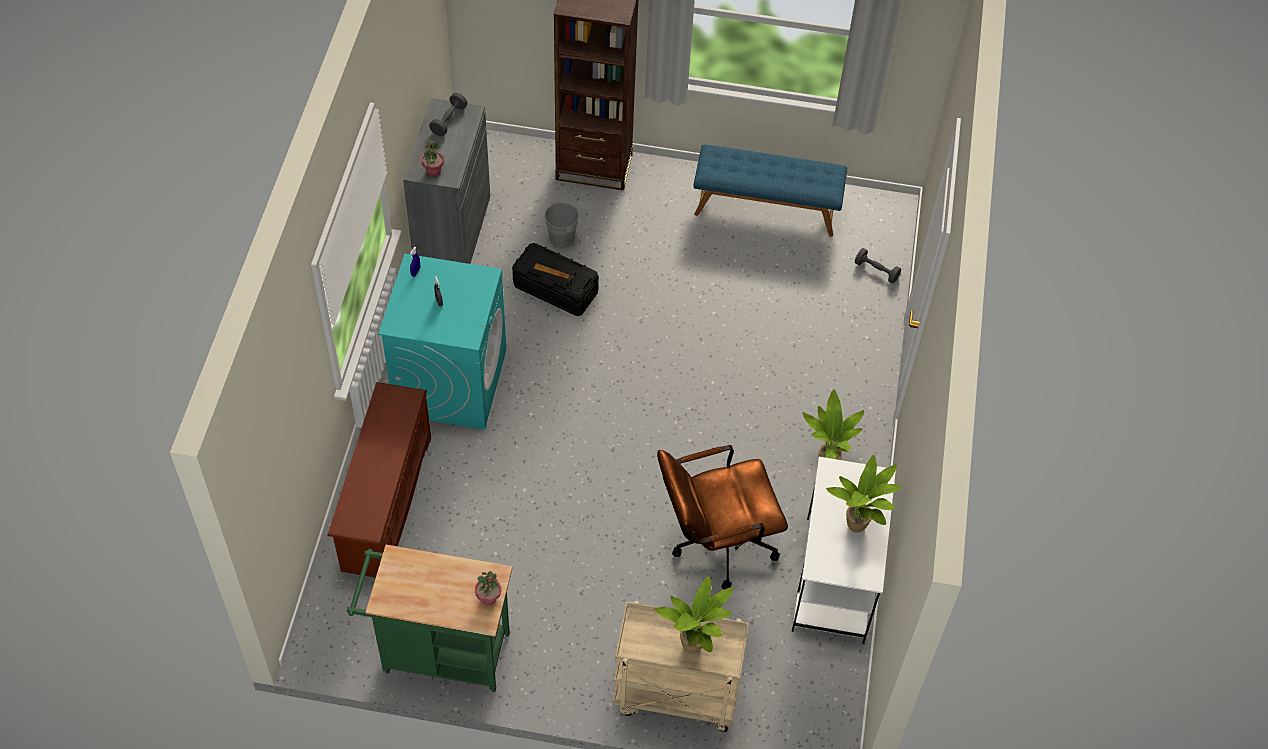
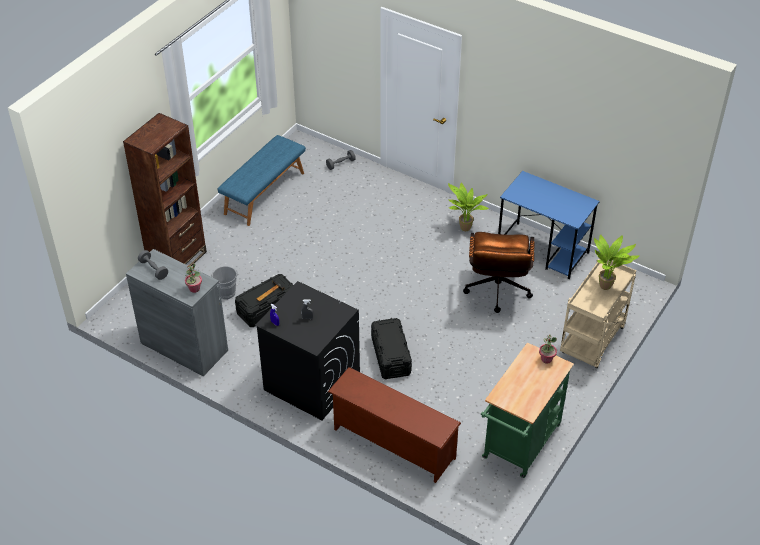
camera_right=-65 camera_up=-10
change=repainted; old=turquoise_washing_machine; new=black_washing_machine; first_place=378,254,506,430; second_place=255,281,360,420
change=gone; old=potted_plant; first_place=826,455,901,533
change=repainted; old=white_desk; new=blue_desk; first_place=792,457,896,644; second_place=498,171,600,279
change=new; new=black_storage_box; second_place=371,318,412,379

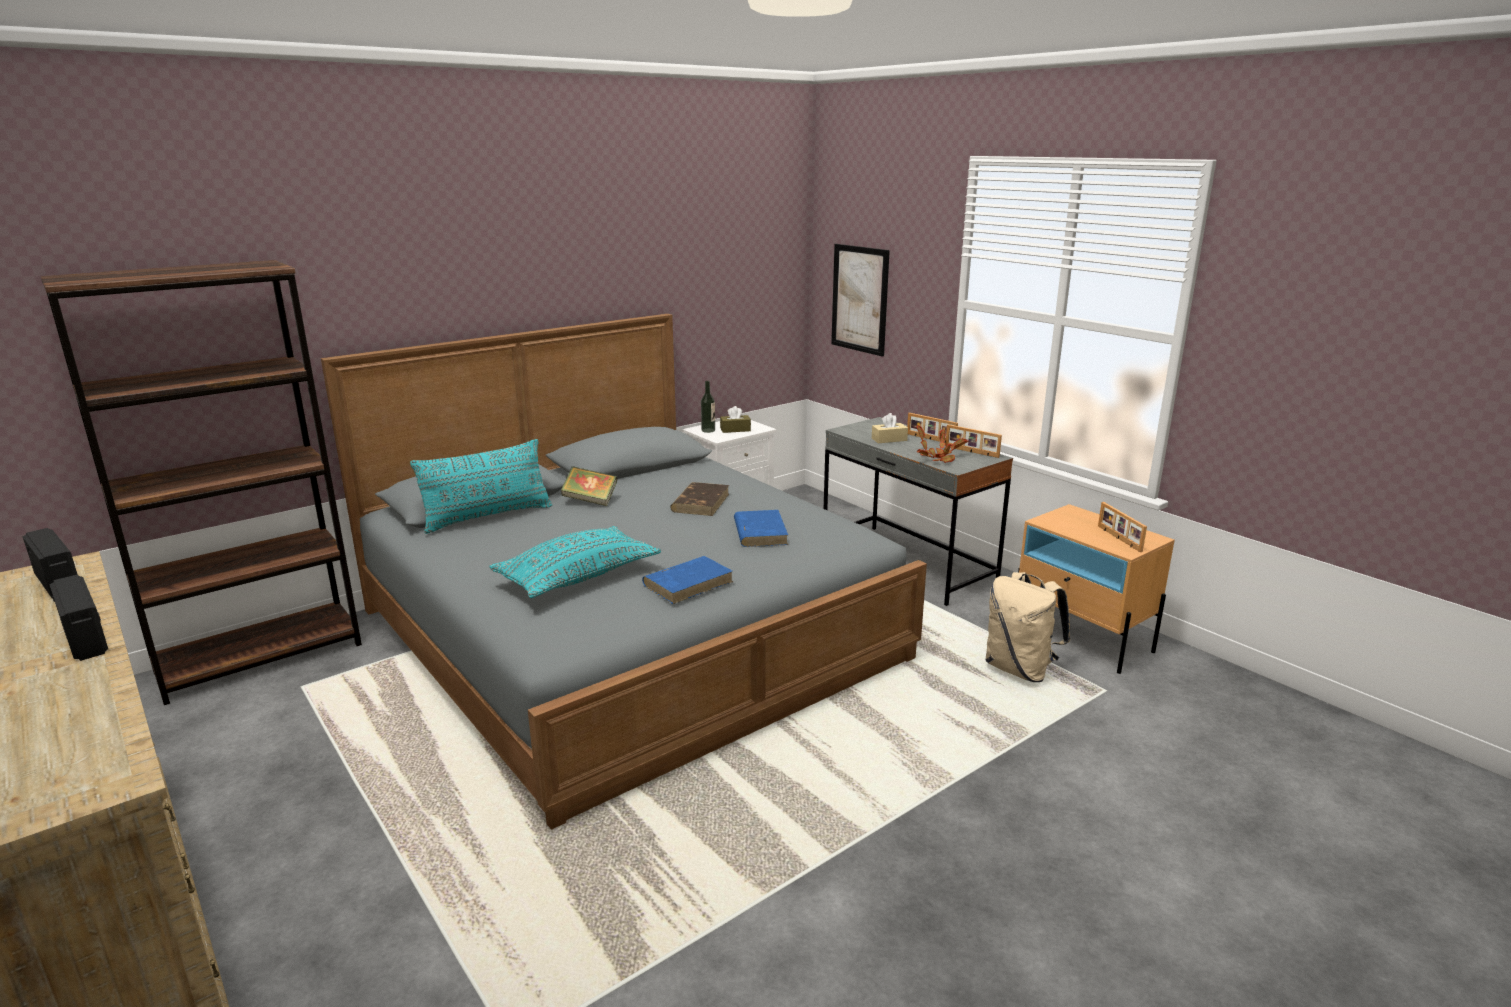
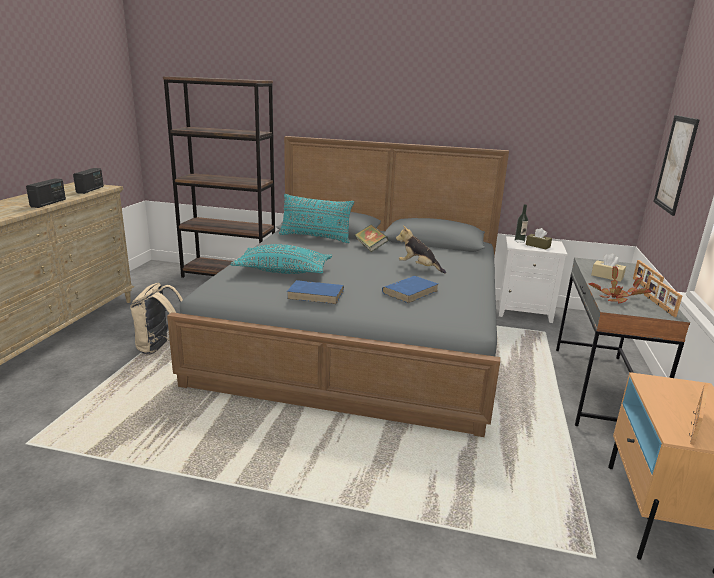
camera_right=50 camera_up=0
change=swapped; old=brown_book; new=plush_toy; first_place=670,482,729,516; second_place=396,225,446,274
change=shifted; old=beige_backpack; first_place=985,572,1071,682; second_place=130,283,183,355

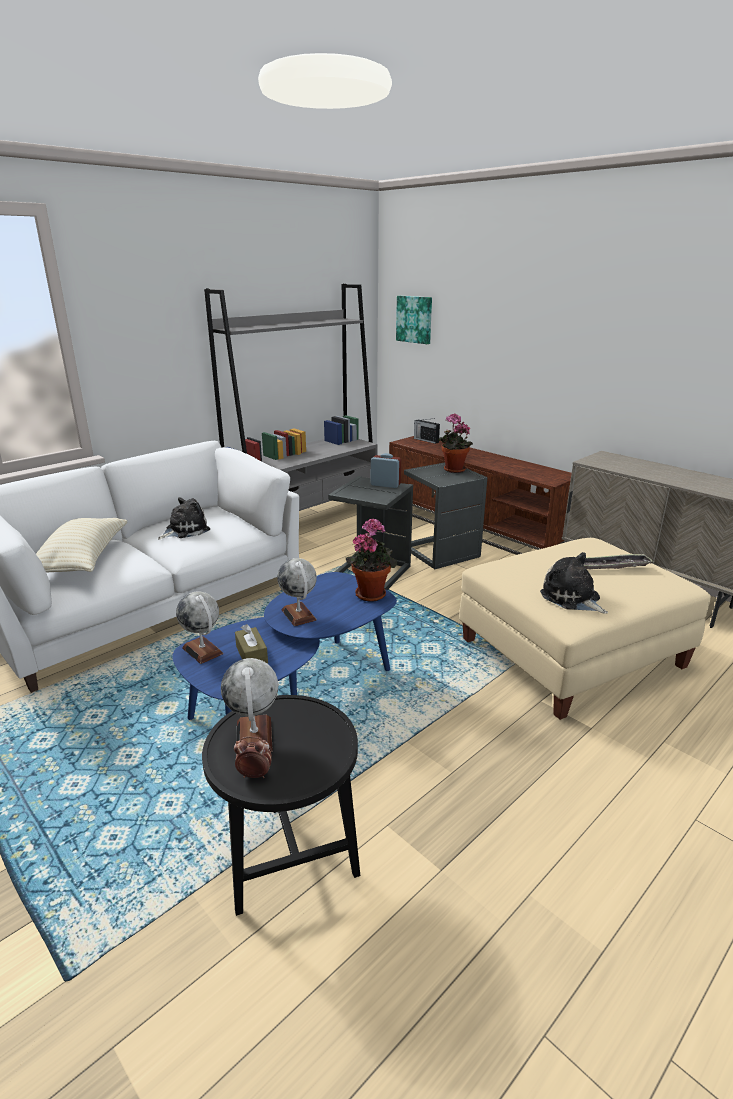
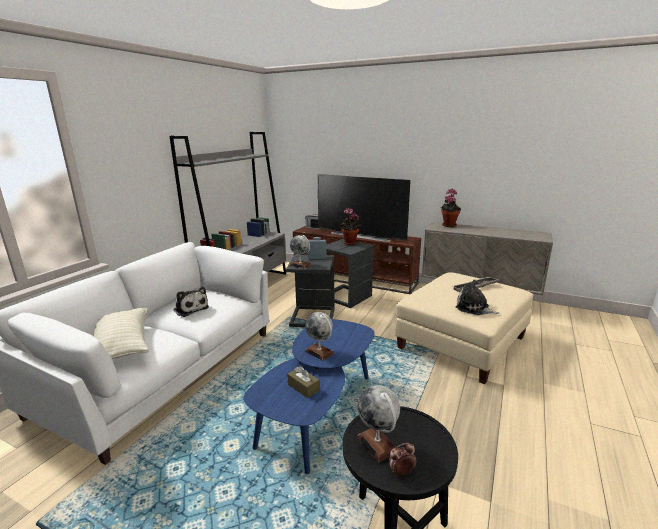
camera_right=-20 camera_up=-5
change=gone; old=picture; first_place=396,296,432,344
change=rotated; old=plush_toy; first_place=158,497,210,540; second_place=174,287,209,317; degrees=105
change=shifted; old=potted_plant; first_place=345,518,397,601; second_place=441,188,461,227
change=shifted; old=globe; first_place=176,591,223,664; second_place=290,235,311,269
change=new; new=television; second_place=317,174,411,242

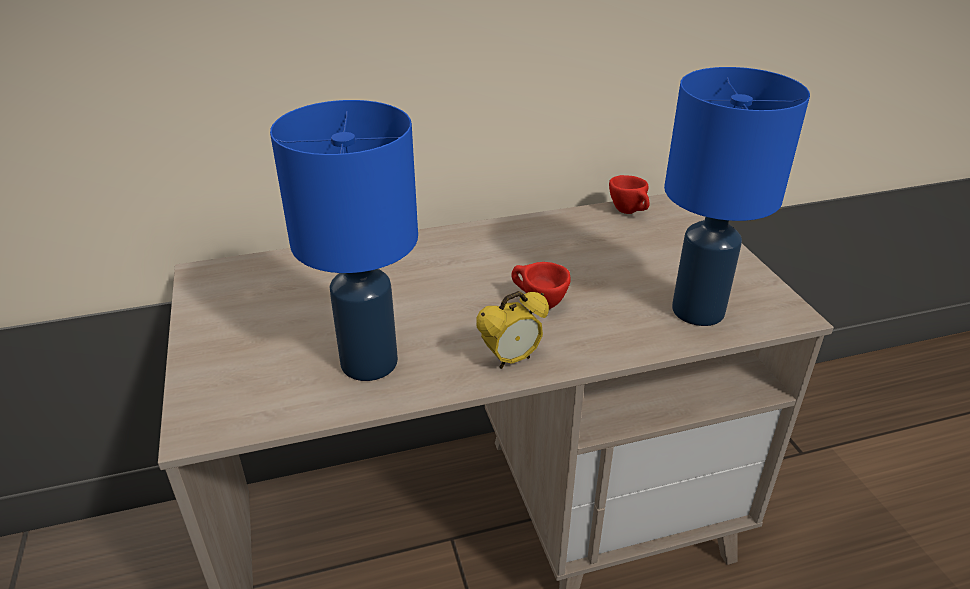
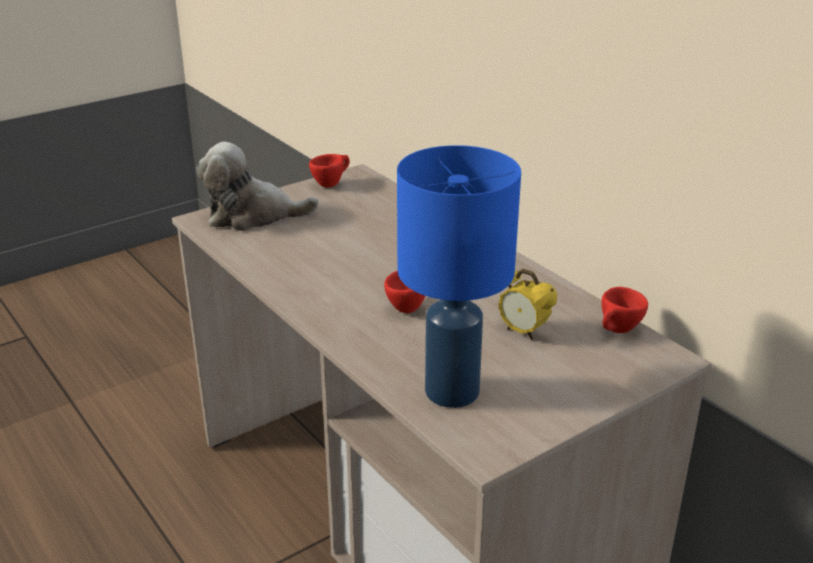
camera_right=70 camera_up=-5
change=gone; old=blue_table_lamp; first_place=270,100,418,381
change=shifted; old=alarm_clock; first_place=476,291,549,369; second_place=498,269,557,340
change=new; new=plush_toy; second_place=196,142,319,231
change=new; new=red_cup; second_place=309,154,350,188

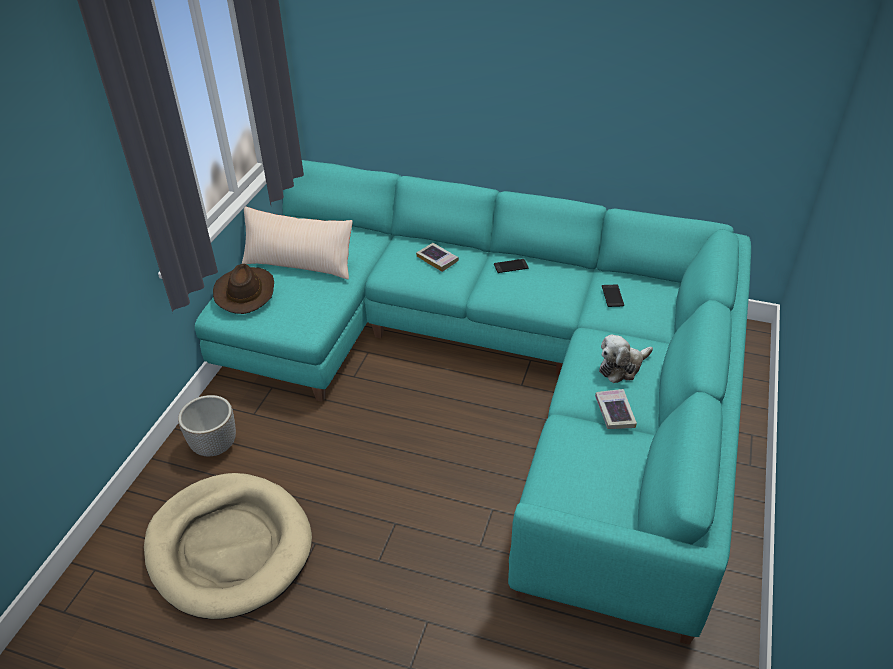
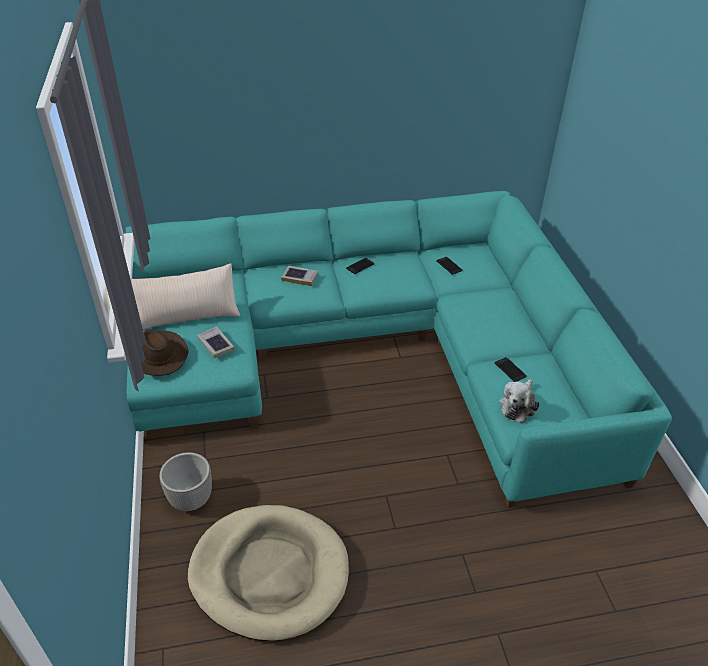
camera_right=-30 camera_up=0
change=shifted; old=plush_toy; first_place=599,334,653,383; second_place=499,379,540,423
change=shifted; old=book; first_place=595,389,637,429; second_place=197,326,234,358
change=new; new=phone; second_place=495,357,527,382

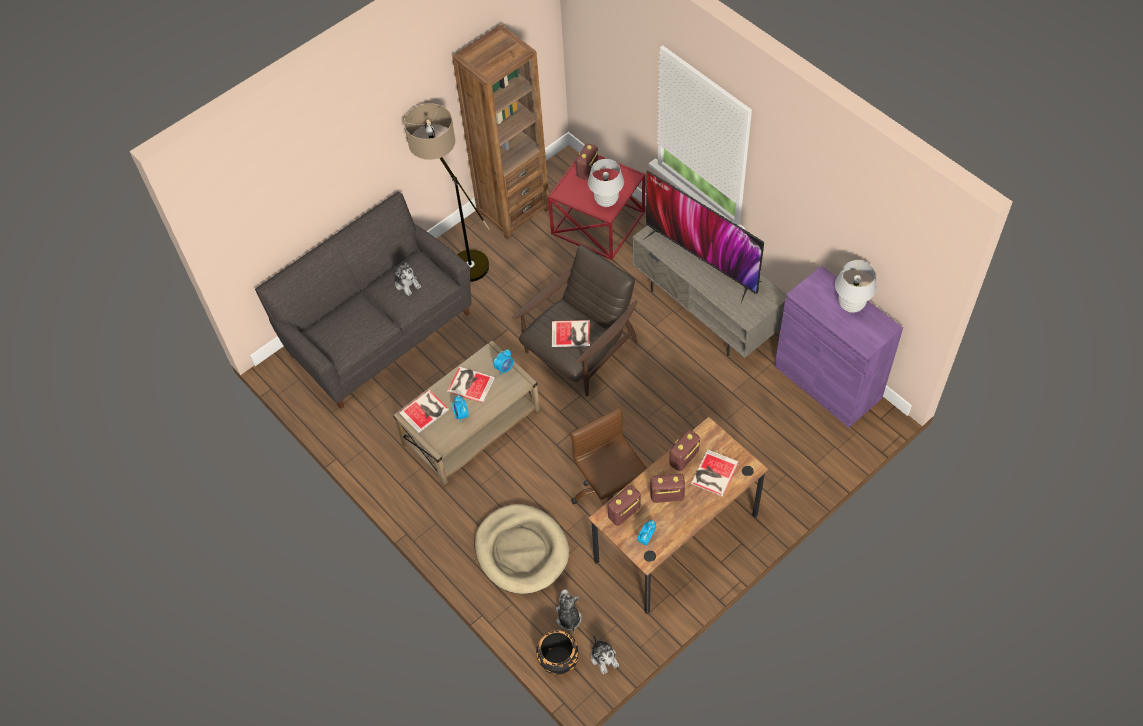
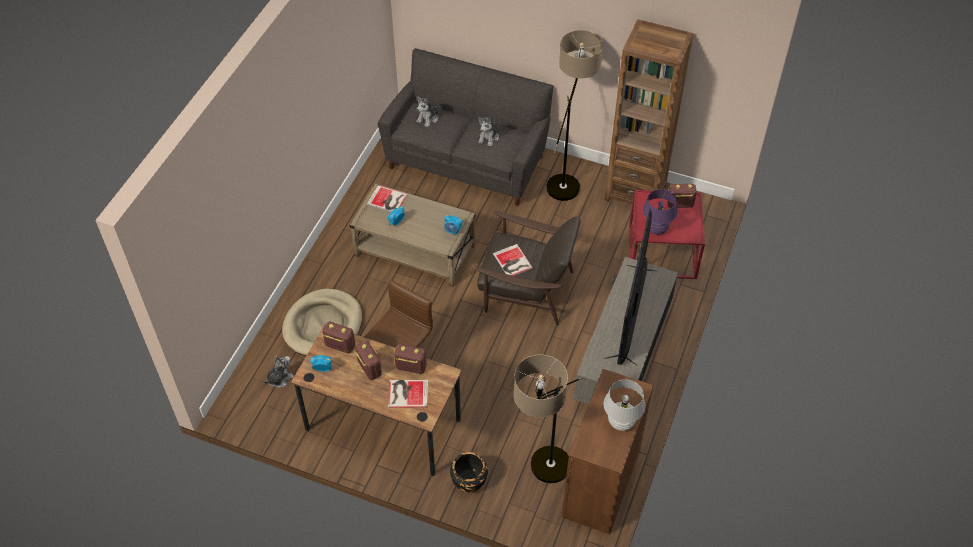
camera_right=60 camera_up=-5
change=repainted; old=white_table_lamp; new=purple_table_lamp; first_place=588,159,624,207; second_place=643,189,677,235
change=repainted; old=purple_cabinet; new=brown_cabinet; first_place=775,266,903,428; second_place=562,369,654,534
change=gone; old=book; first_place=447,367,495,403
change=shifted; old=black_planter; first_place=536,630,579,675; second_place=450,452,488,492
change=shifted; old=plush_toy; first_place=591,634,619,674; second_place=416,97,438,127
change=new; new=floor_lamp; second_place=514,354,584,483

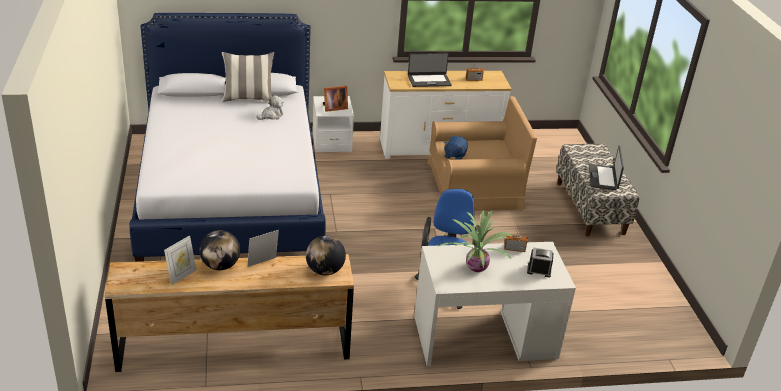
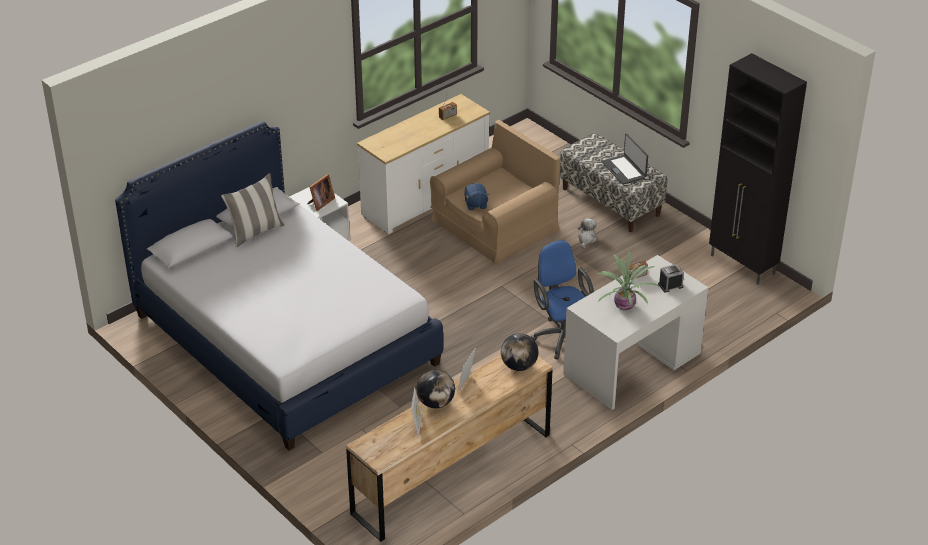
camera_right=-30 camera_up=5
change=gone; old=laptop; first_place=408,53,452,87
change=shifted; old=plush_toy; first_place=256,95,284,120; second_place=578,218,597,249
change=new; new=black_cabinet; second_place=709,53,807,285

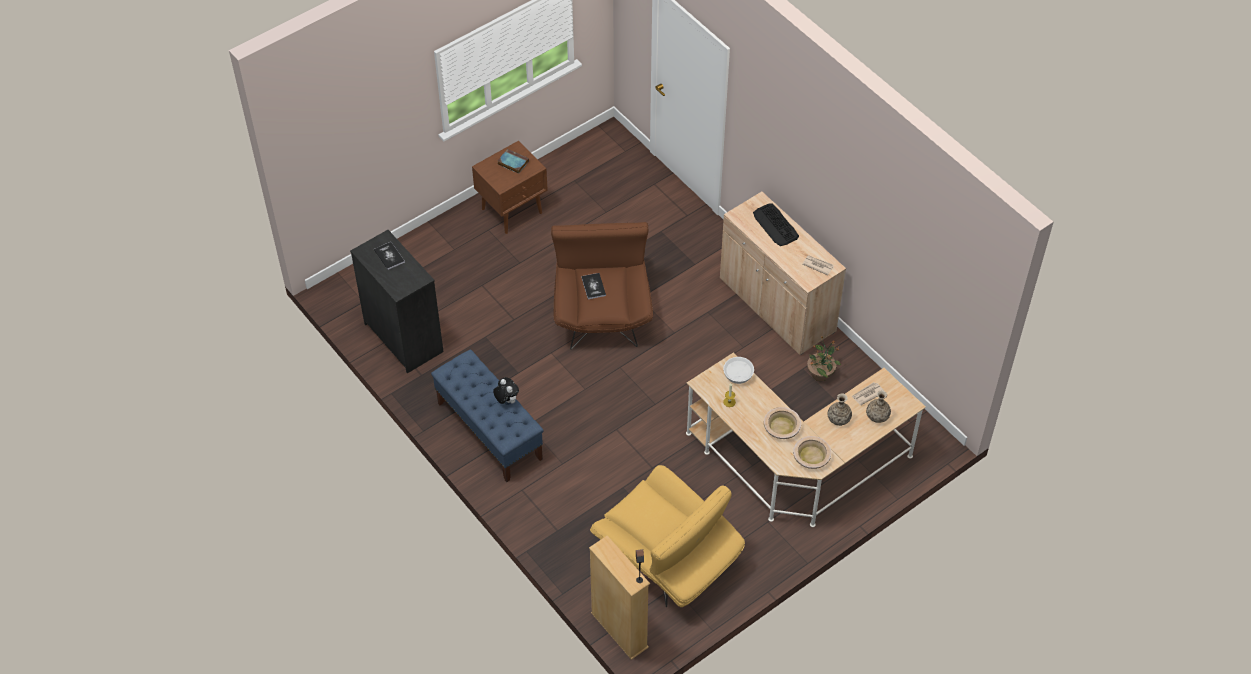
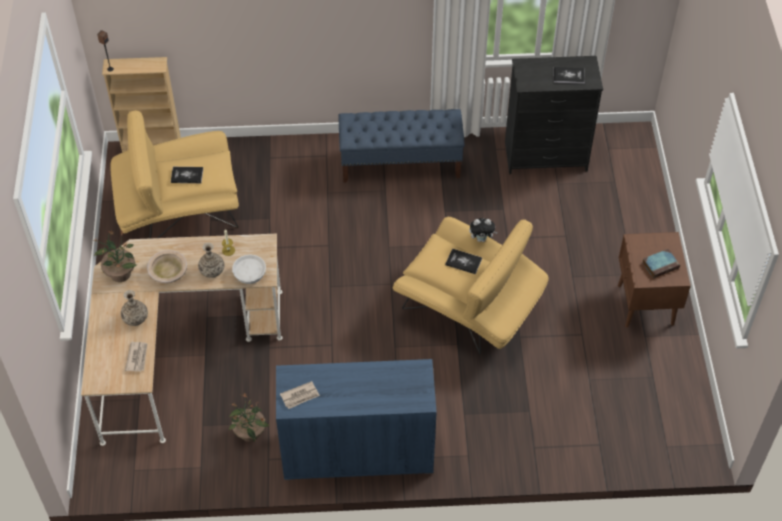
camera_right=125 camera_up=0
change=repainted; old=beige_cabinet; new=blue_cabinet; first_place=720,192,846,355; second_place=276,359,437,480
change=gone; old=keyboard; first_place=753,203,799,246
change=repainted; old=brown_armchair; new=yellow_armchair; first_place=551,222,653,350; second_place=393,217,549,354
change=shifted; old=plush_toy; first_place=493,377,519,404; second_place=469,218,498,242
change=shifted; old=vase; first_place=866,391,891,423; second_place=198,242,224,278
change=swapped; old=beige_bowl; new=potted_plant; first_place=793,436,831,469; second_place=93,230,137,282
change=new; new=book; second_place=171,167,203,183

